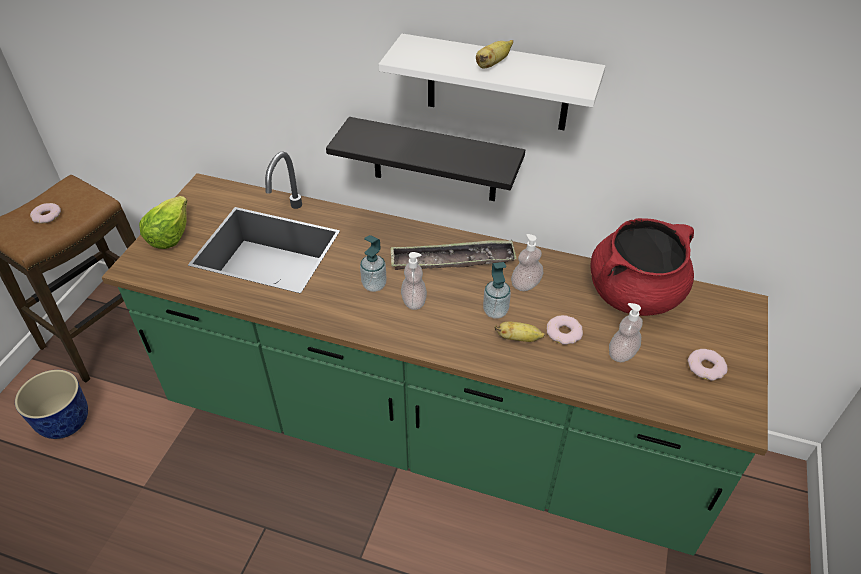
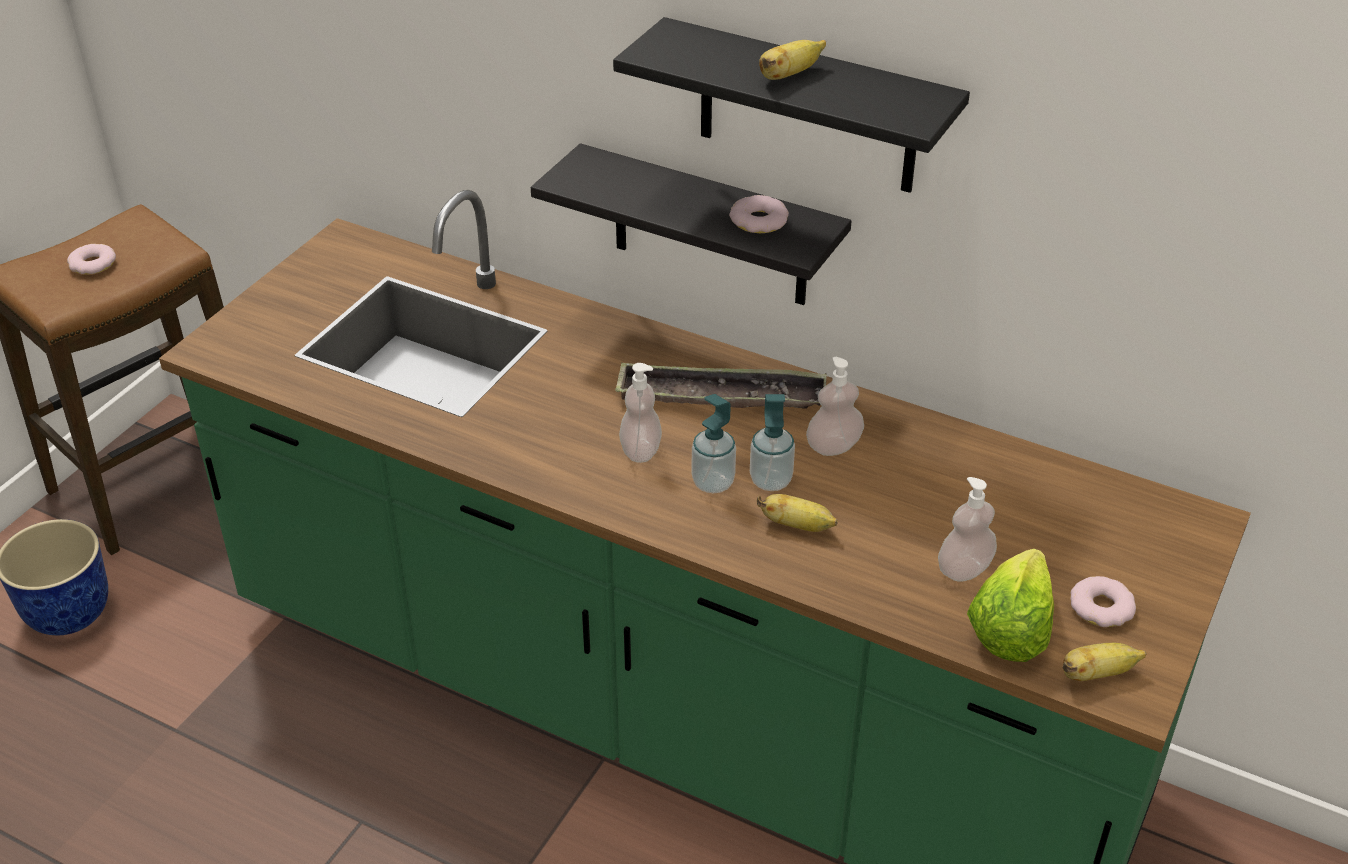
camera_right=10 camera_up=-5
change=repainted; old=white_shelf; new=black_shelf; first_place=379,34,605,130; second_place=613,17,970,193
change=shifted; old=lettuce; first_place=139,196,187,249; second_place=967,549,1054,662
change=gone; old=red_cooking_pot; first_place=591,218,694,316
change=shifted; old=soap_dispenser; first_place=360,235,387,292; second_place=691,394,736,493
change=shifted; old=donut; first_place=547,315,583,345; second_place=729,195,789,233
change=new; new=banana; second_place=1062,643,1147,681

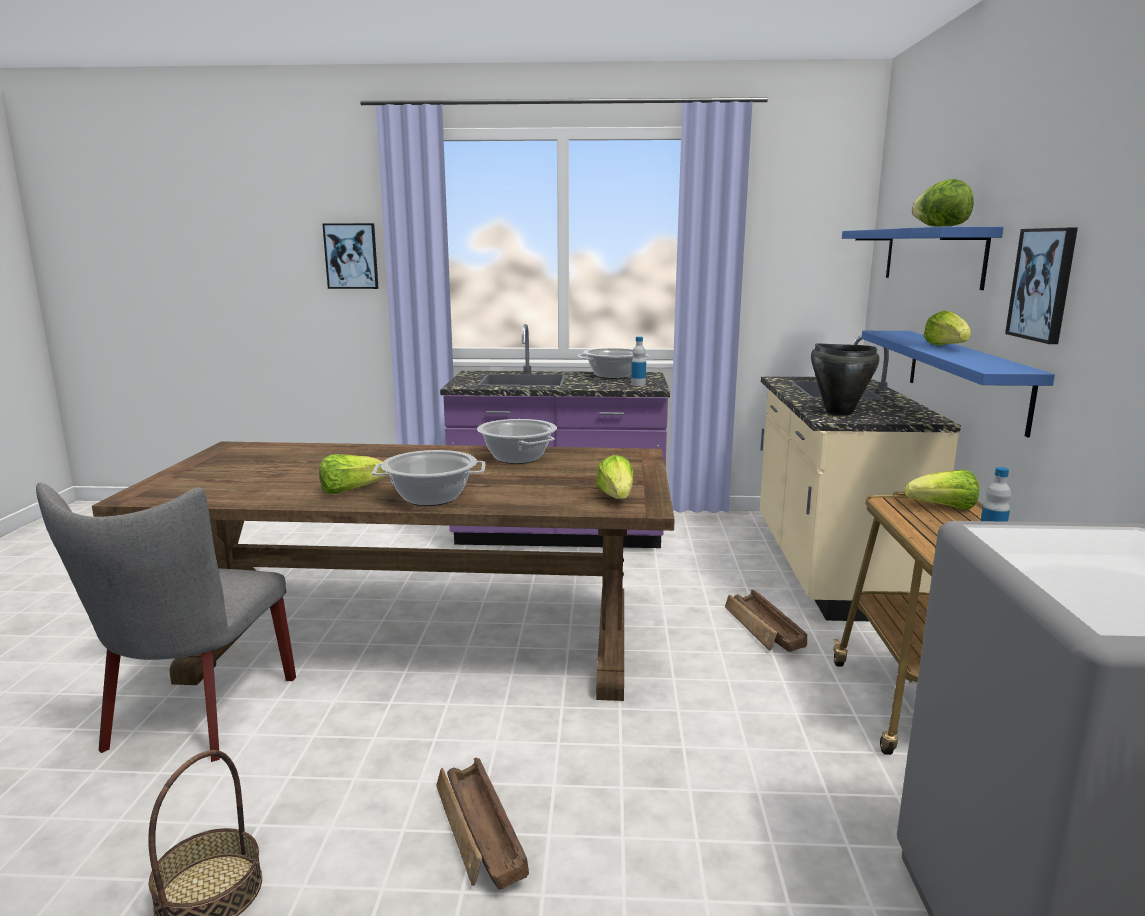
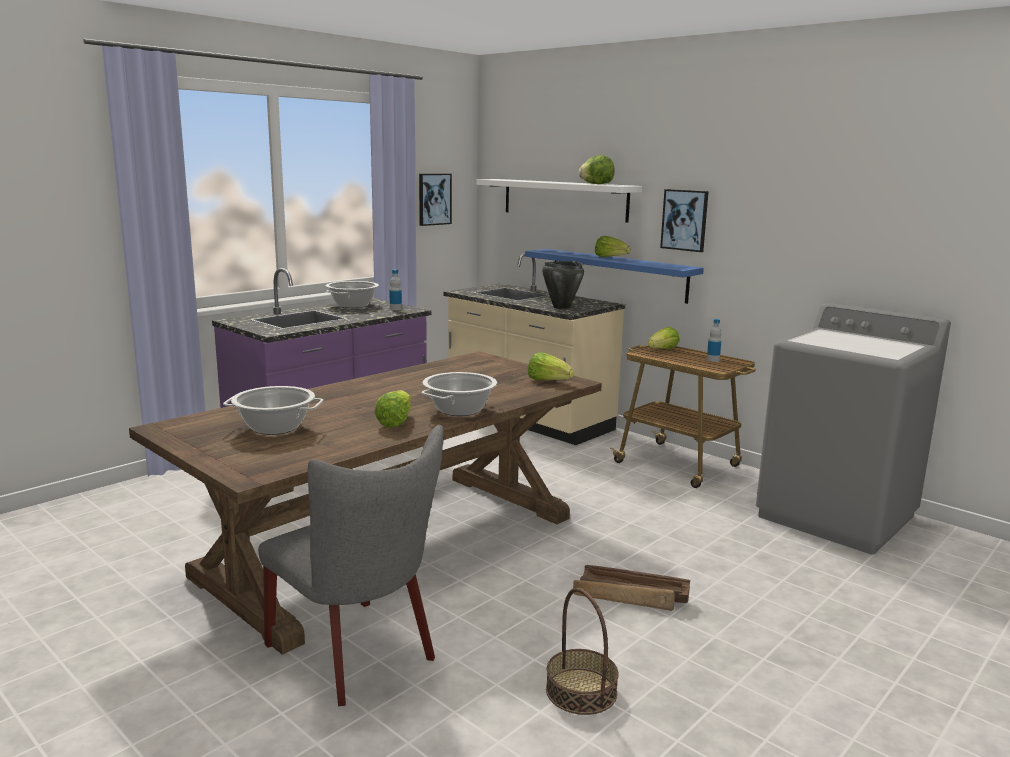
camera_right=-50 camera_up=0
change=shifted; old=picture; first_place=322,223,379,289; second_place=419,174,452,226
change=repainted; old=blue_shelf; new=white_shelf; first_place=842,226,1004,290; second_place=477,179,642,223
change=shifted; old=cooking_pot; first_place=477,419,557,464; second_place=223,386,323,435
change=gone; old=crate; first_place=725,590,807,652

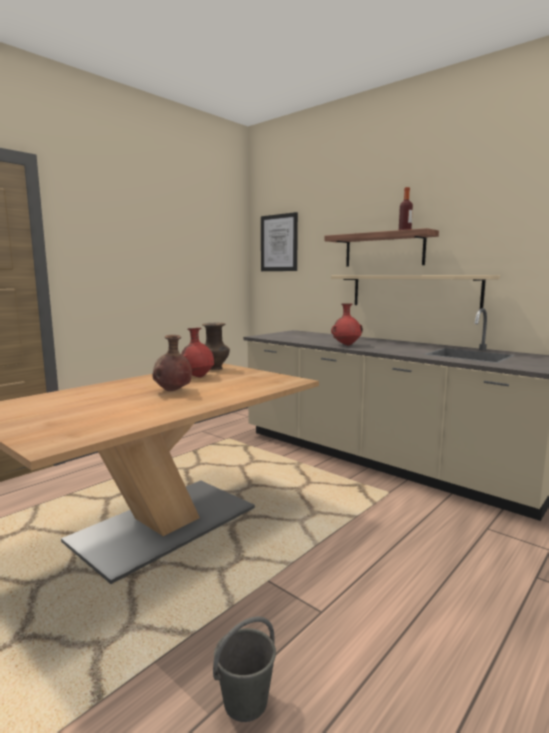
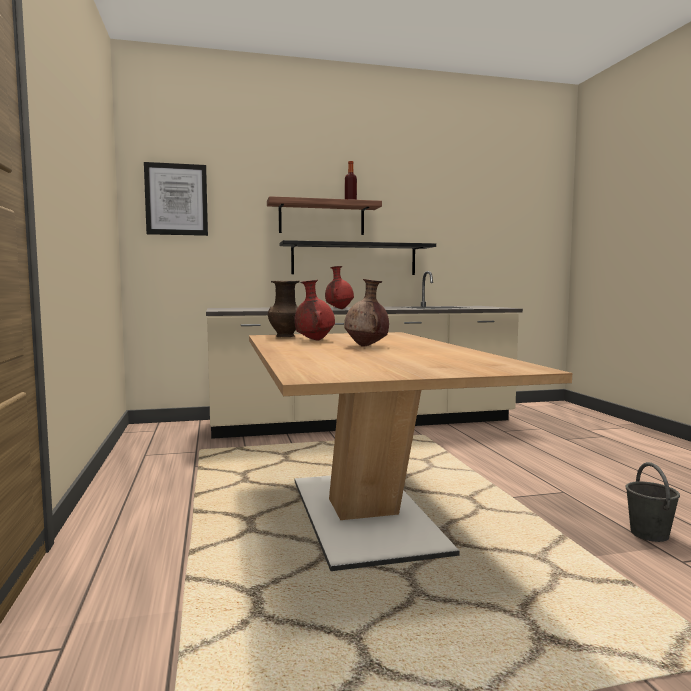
camera_right=-55 camera_up=-5
change=repainted; old=beige_shelf; new=black_shelf; first_place=331,275,500,309; second_place=279,240,436,275

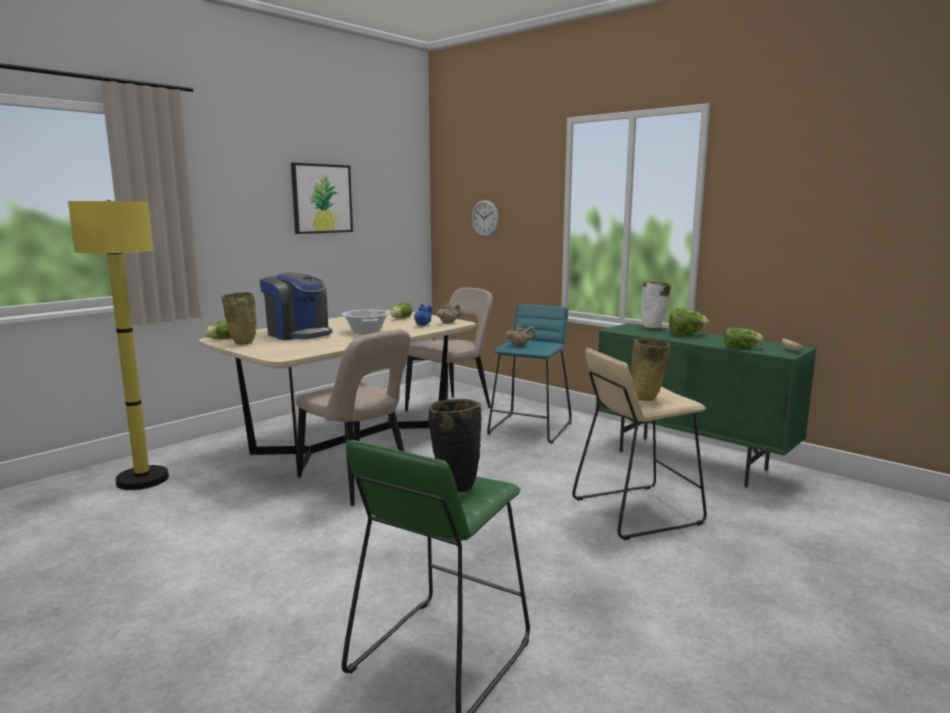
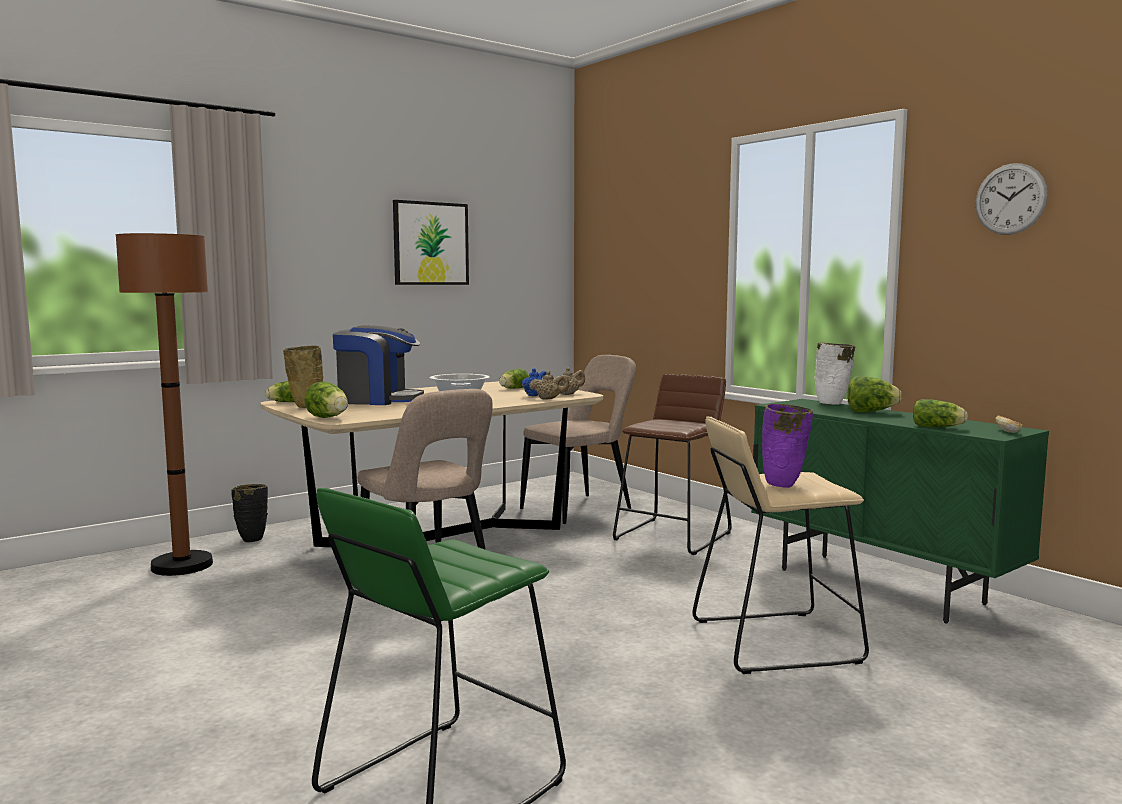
camera_right=10 camera_up=-5
change=repainted; old=yellow_floor_lamp; new=brown_floor_lamp; first_place=68,200,169,490; second_place=116,233,213,576
change=shifted; old=wall_clock; first_place=472,200,499,237; second_place=976,163,1048,235
change=rotated; old=coffee_machine; first_place=260,272,332,340; second_place=333,325,424,405; degrees=-45
change=repainted; old=turquoise_stool; new=brown_stool; first_place=487,304,572,444; second_place=613,374,731,555
change=shifted; old=beige_teapot; first_place=505,324,535,346; second_place=529,371,569,399
change=repainted; old=beige_vase; new=purple_vase; first_place=631,338,670,401; second_place=762,404,813,488
change=shifted; old=black_vase; first_place=428,399,482,493; second_place=231,484,268,542
change=new; new=lettuce; second_place=304,381,348,418

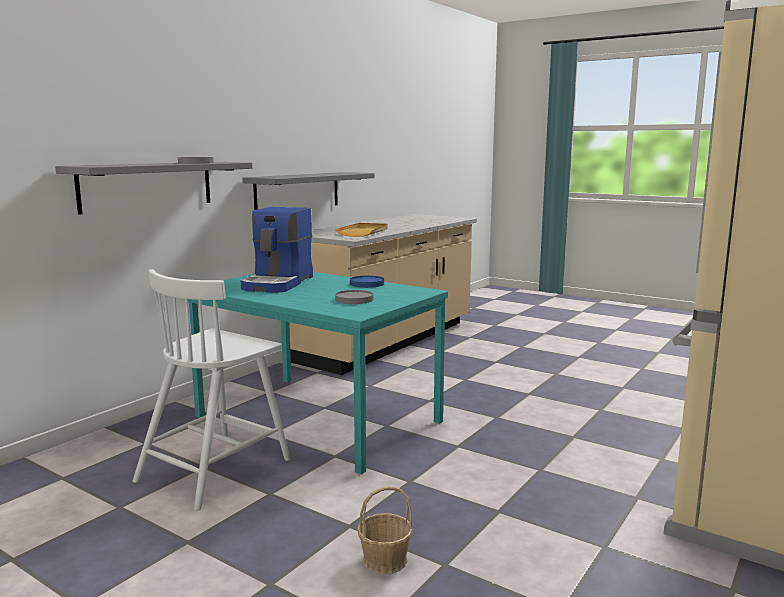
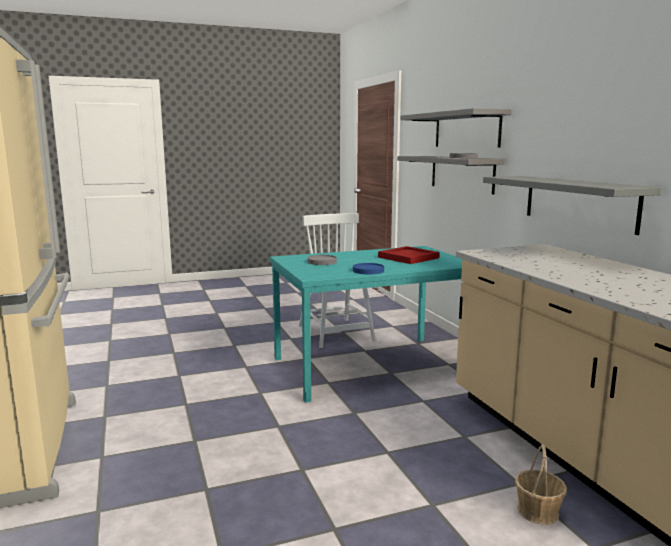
camera_right=125 camera_up=0
change=swapped; old=coffee_machine; new=red_tray; first_place=241,207,313,293; second_place=378,246,440,264
change=gone; old=beige_tray; first_place=335,223,388,237
change=shifted; old=basket; first_place=357,486,413,574; second_place=515,444,567,525
change=new; new=grey_shelf; second_place=400,108,511,147

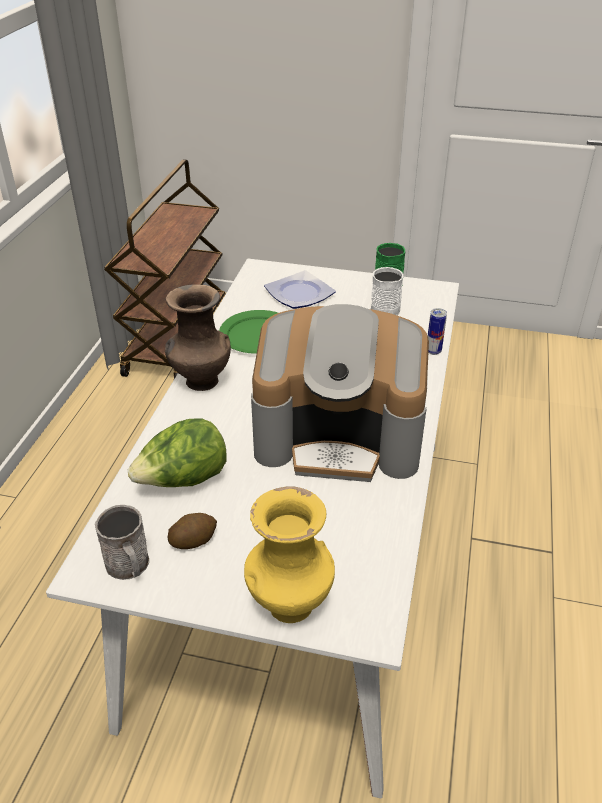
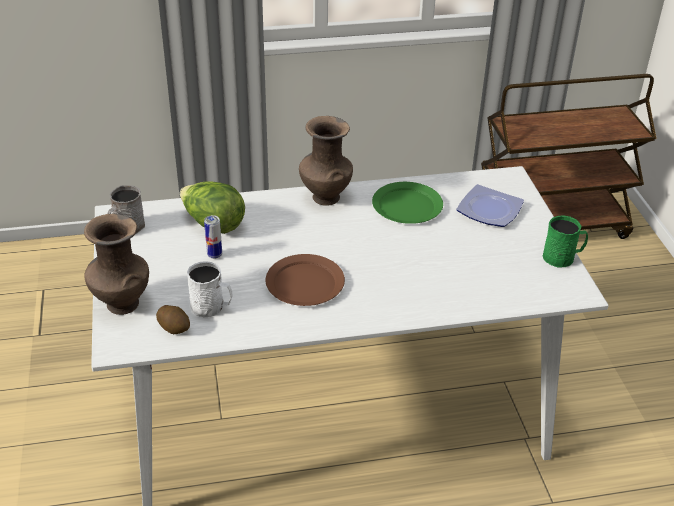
camera_right=65 camera_up=0
change=shifted; old=white_mug; first_place=371,267,403,315; second_place=187,261,232,317
change=swapped; old=coffee_machine; new=brown_plate; first_place=251,304,429,482; second_place=265,254,345,306
change=shifted; old=can; first_place=428,308,447,355; second_place=204,215,222,259
change=repainted; old=yellow_vase; new=brown_vase; first_place=244,486,335,623; second_place=84,214,149,315
change=shifted; old=potato; first_place=168,513,217,549; second_place=156,305,190,334

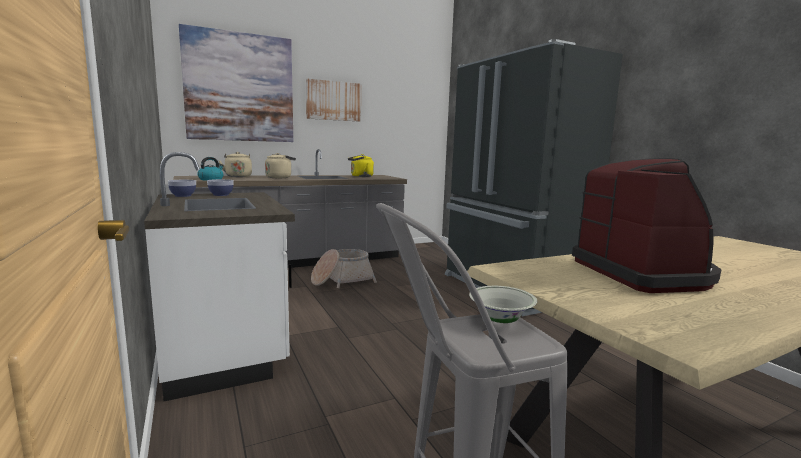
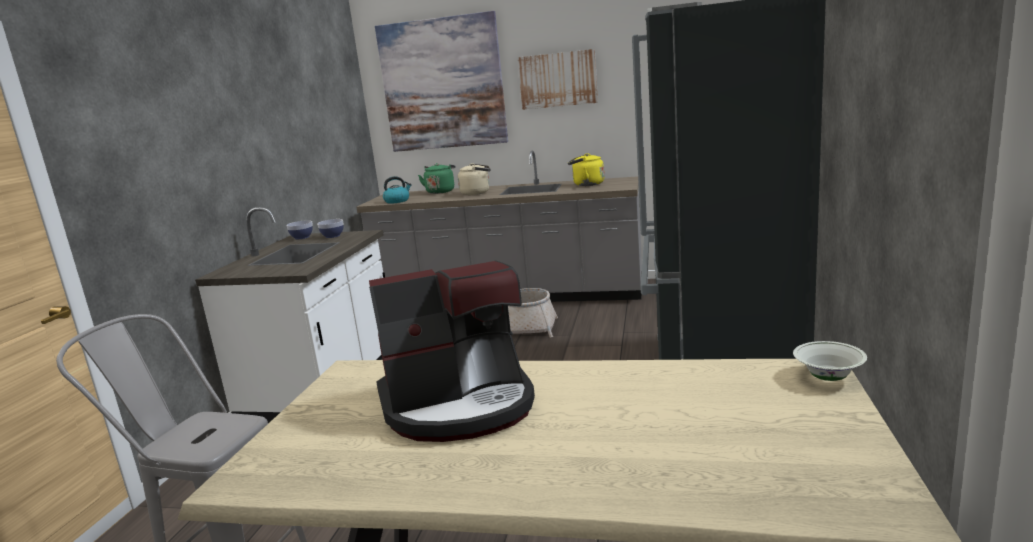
camera_right=40 camera_up=5
change=repainted; old=beige_kettle; new=green_kettle; first_place=218,152,252,177; second_place=418,163,456,194
change=rotated; old=coffee_machine; first_place=572,158,722,293; second_place=369,260,535,442; degrees=45
change=shifted; old=white_bowl; first_place=469,286,537,323; second_place=793,341,867,381

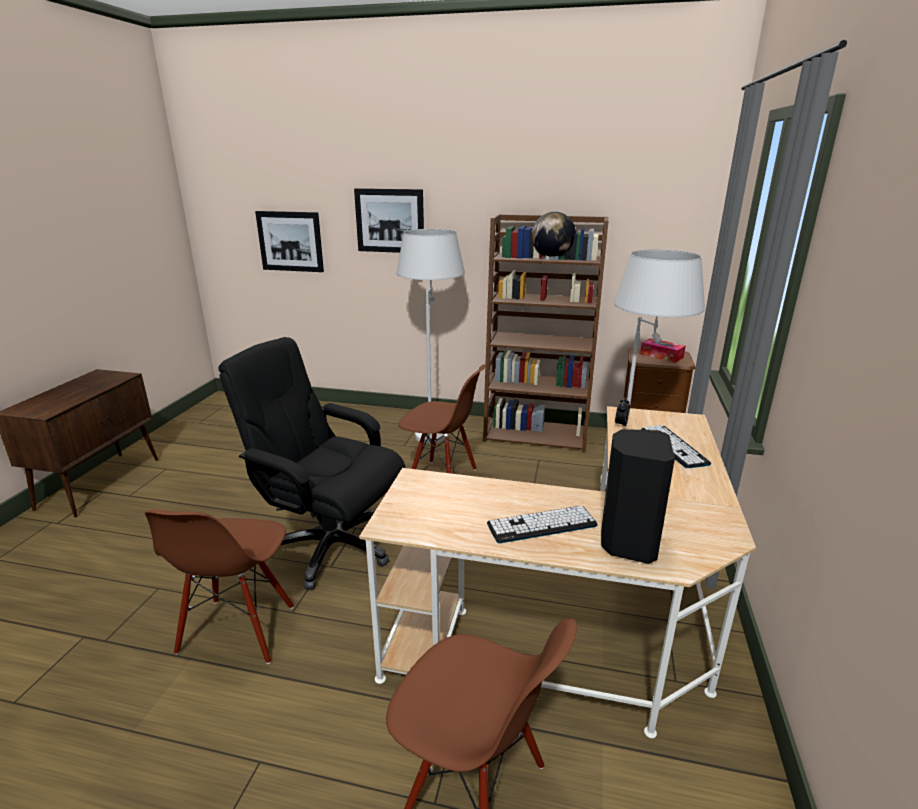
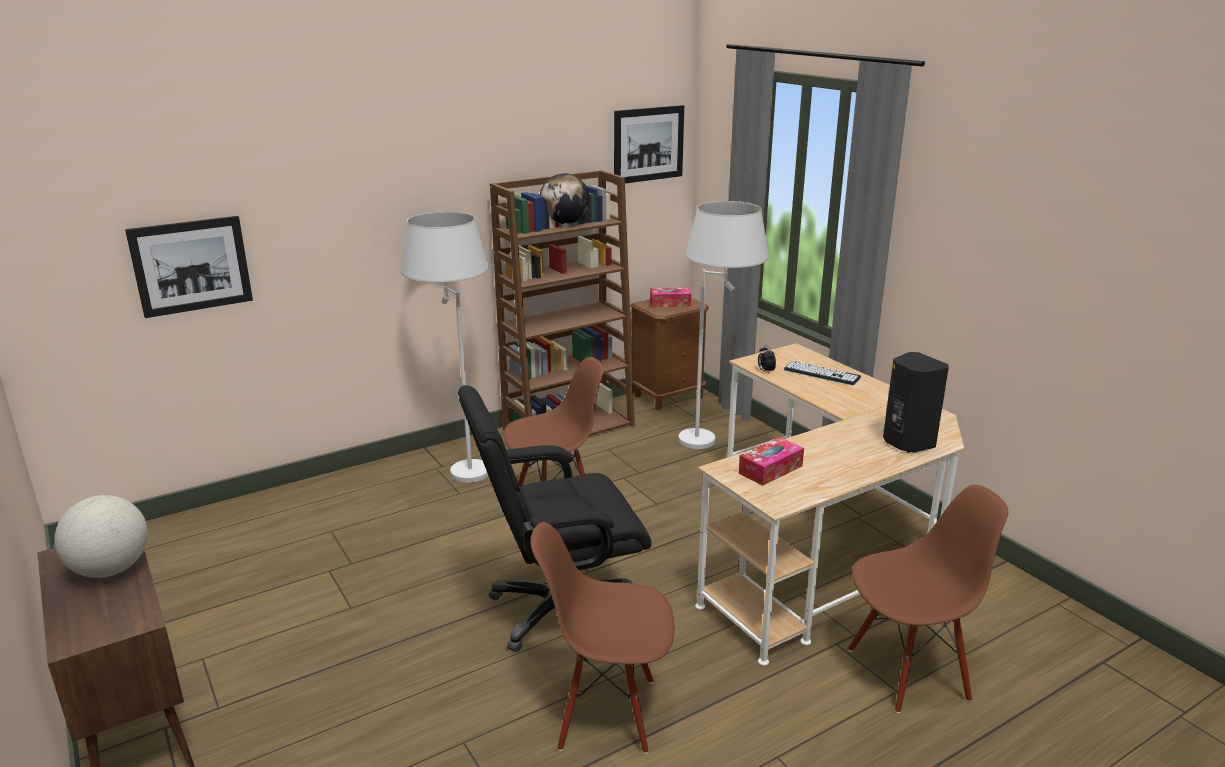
camera_right=-45 camera_up=0
change=shifted; old=picture; first_place=354,188,424,253; second_place=614,105,684,185
change=gone; old=keyboard; first_place=487,506,597,544
change=rotated; old=brown_chair; first_place=145,510,294,664; second_place=531,522,675,754; degrees=135
change=new; new=tissue_box; second_place=739,437,804,486
change=new; new=globe; second_place=54,495,148,578

